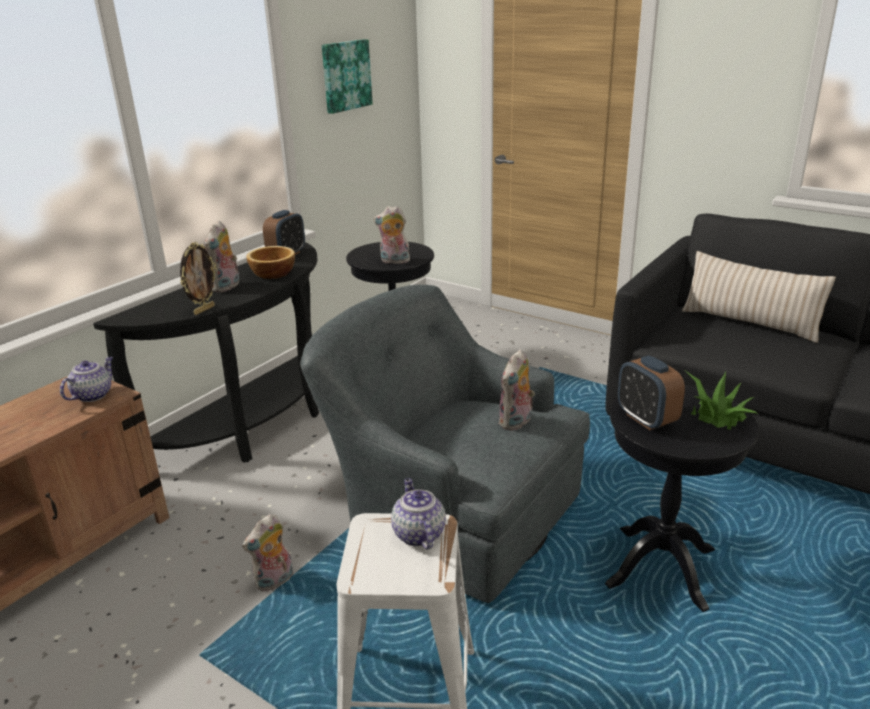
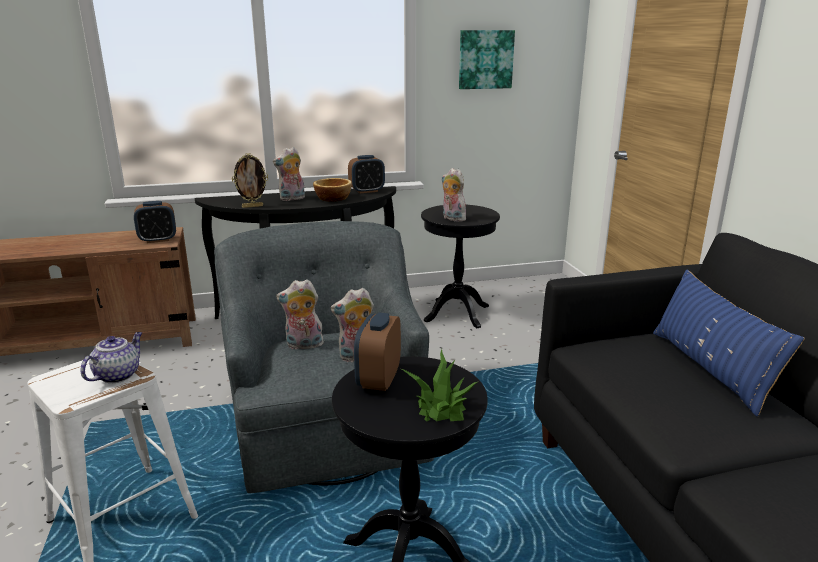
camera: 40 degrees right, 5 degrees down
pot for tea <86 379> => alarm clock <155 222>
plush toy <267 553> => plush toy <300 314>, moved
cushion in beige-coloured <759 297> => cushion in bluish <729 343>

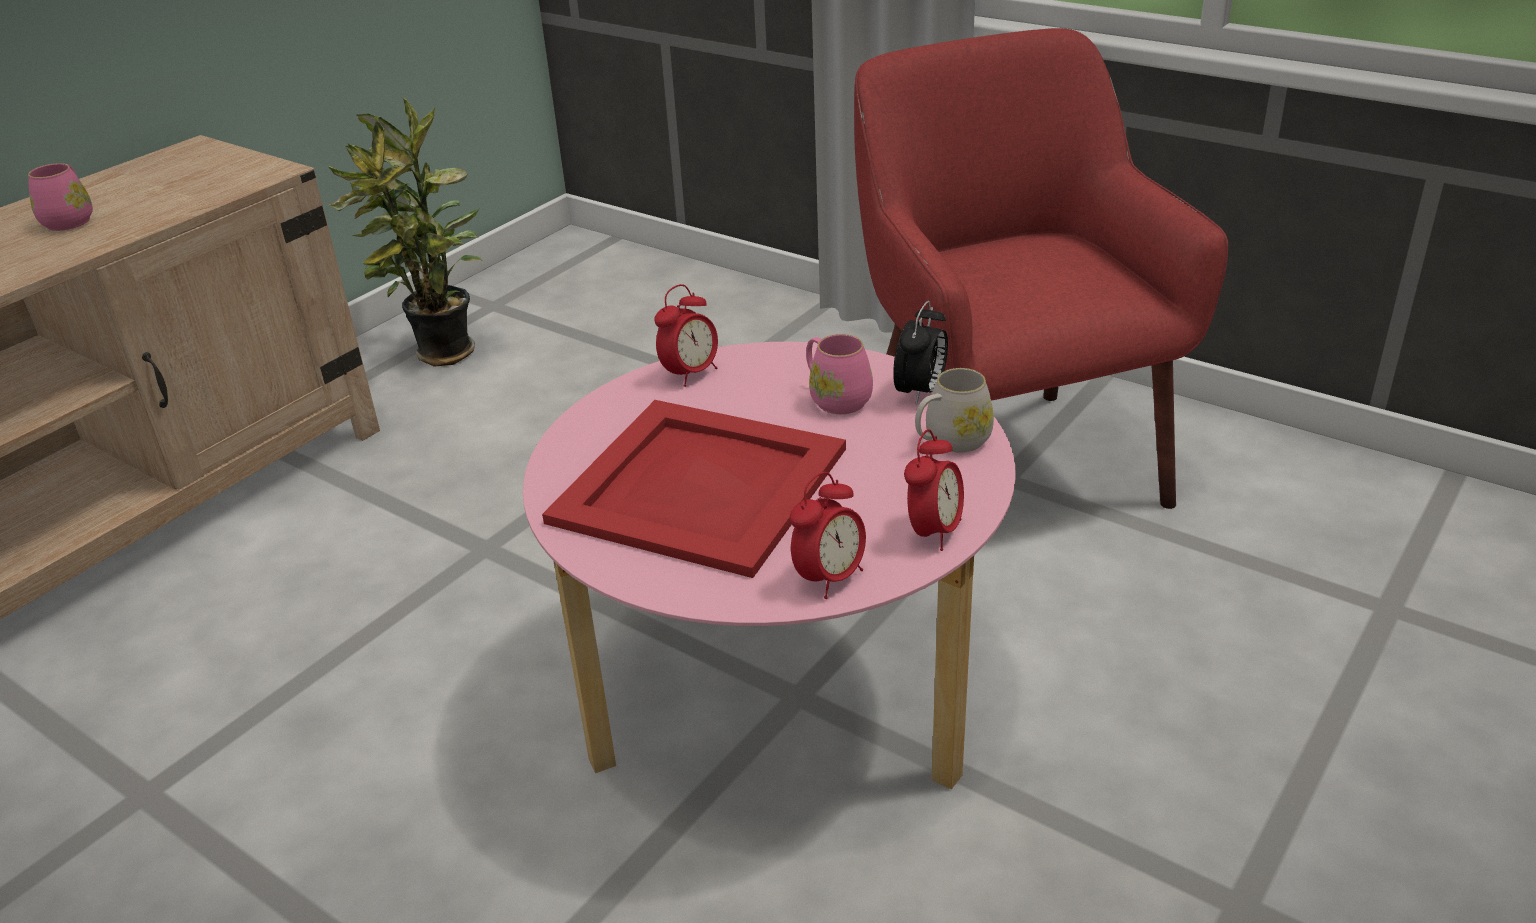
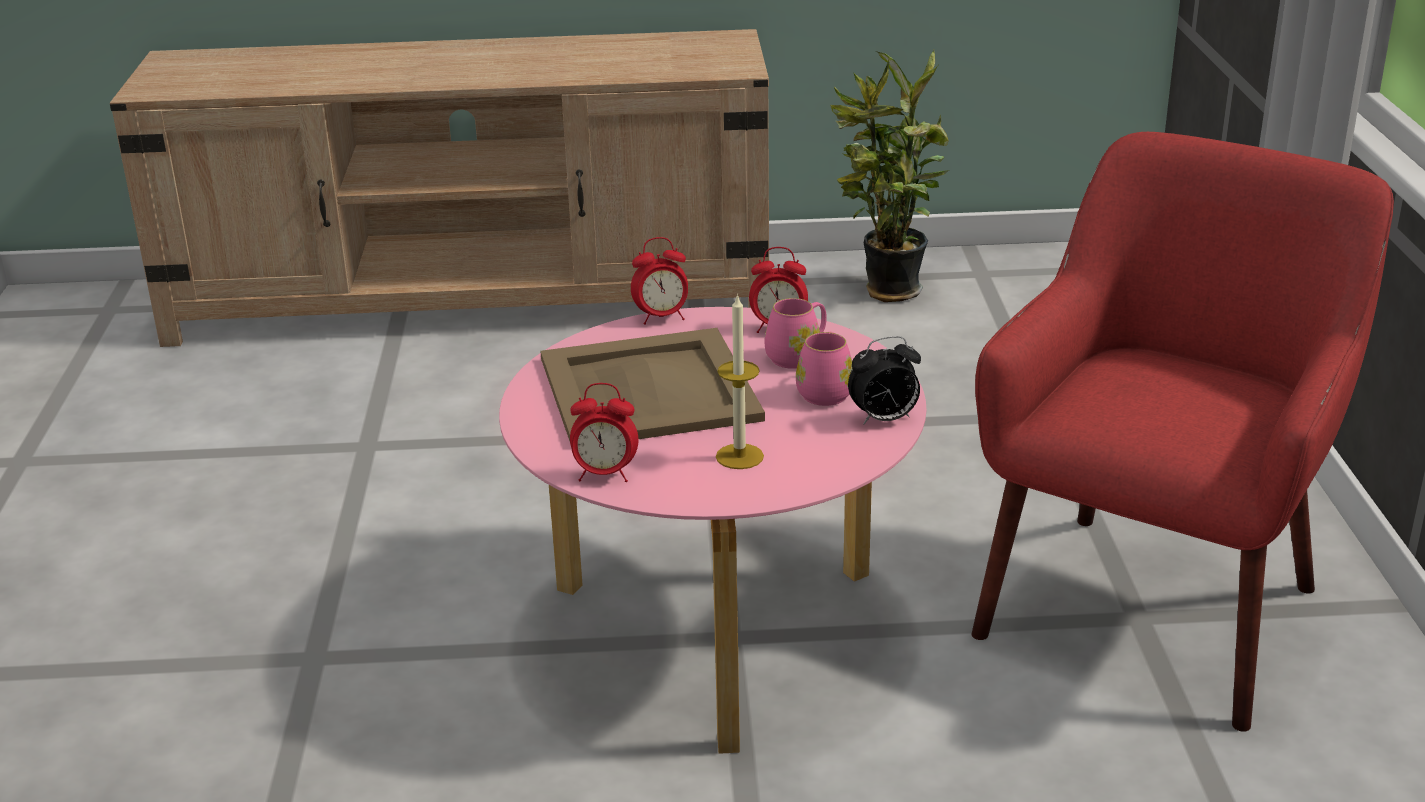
camera: 50 degrees right, 5 degrees down
tray in red-coloured <694 489> => tray in beige-coloured <652 384>
alarm clock <934 490> => alarm clock <659 280>, moved
nothing => wax candle <740 381>
tea mug in pink-coloured <60 197> => tea mug in pink-coloured <795 333>, moved
tea mug in white <954 410> => nothing

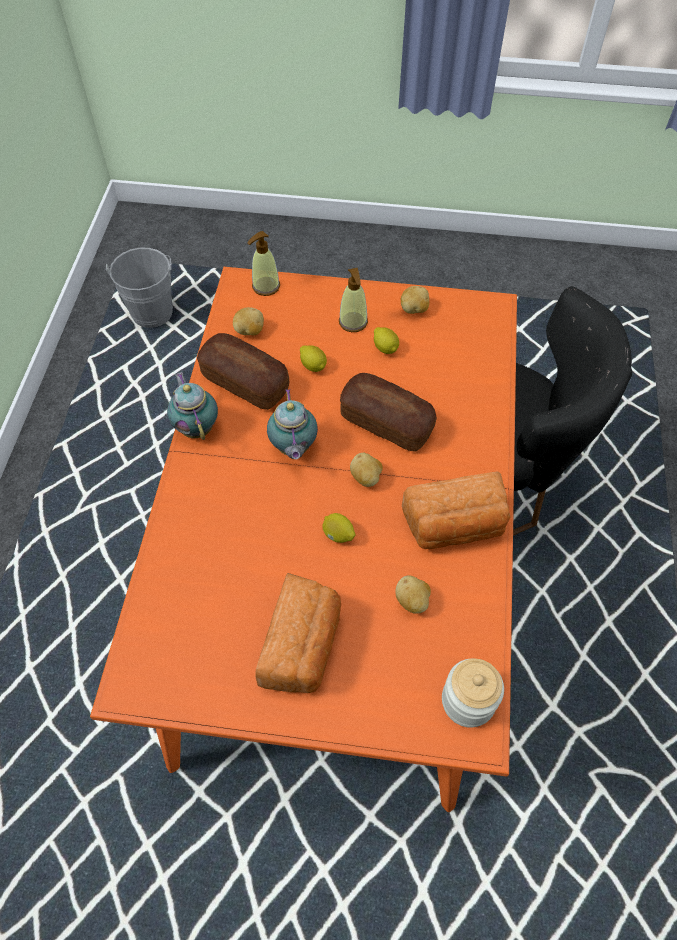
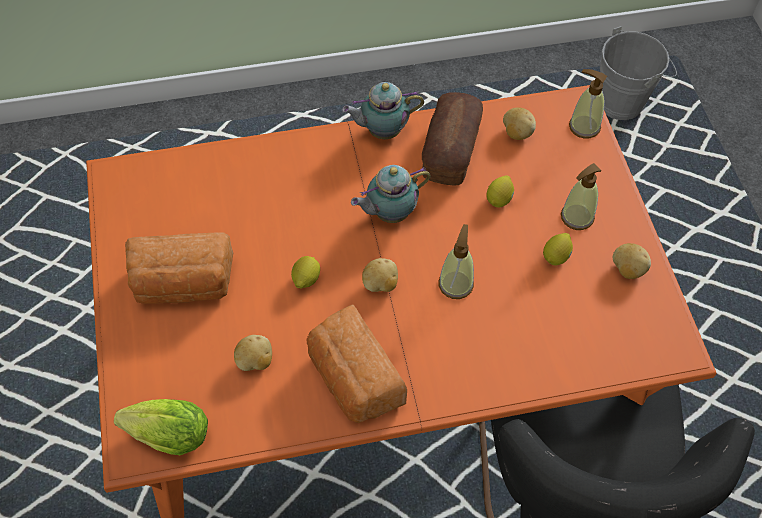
camera: 70 degrees right, 0 degrees up
preserve jar <473 693> => lettuce head <161 427>
pot for tea <192 406> => pot for tea <383 110>, 150 degrees counterclockwise
bread <388 412> => soap bottle <456 261>

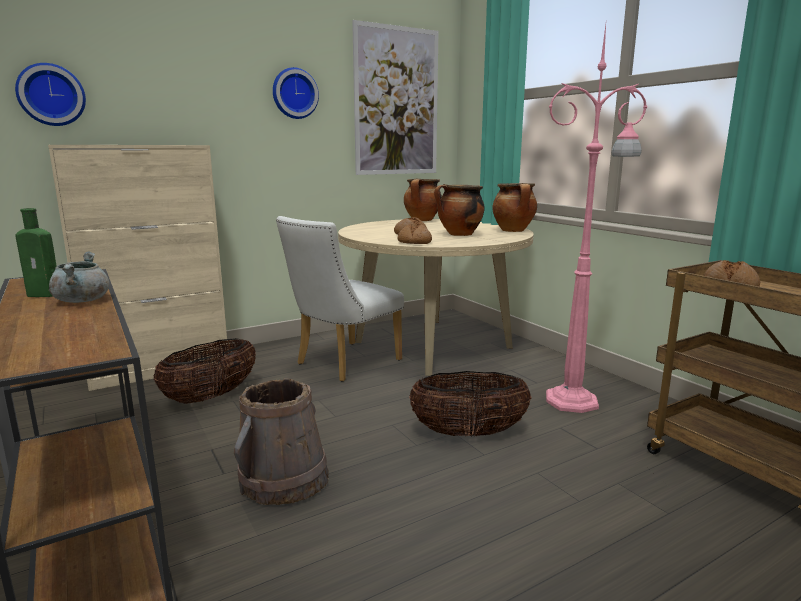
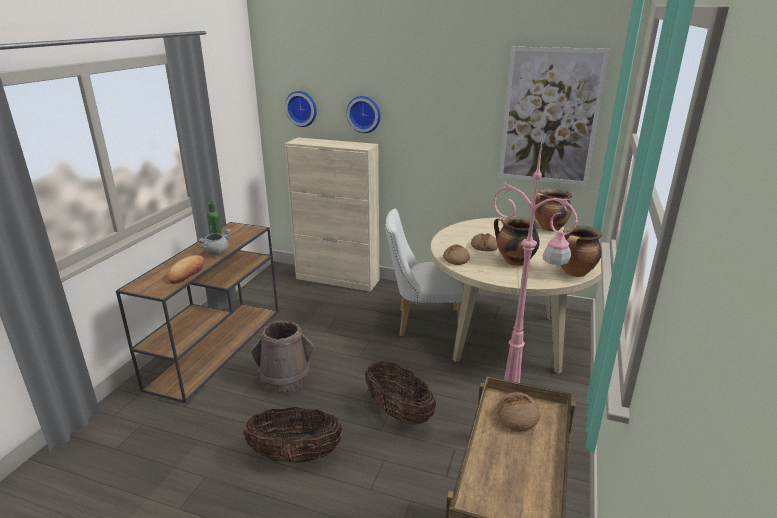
camera: 50 degrees right, 10 degrees up
nothing => bread <186 269>
household basket <205 371> => household basket <293 435>, moved
clock on the wall <296 93> => clock on the wall <364 114>, moved

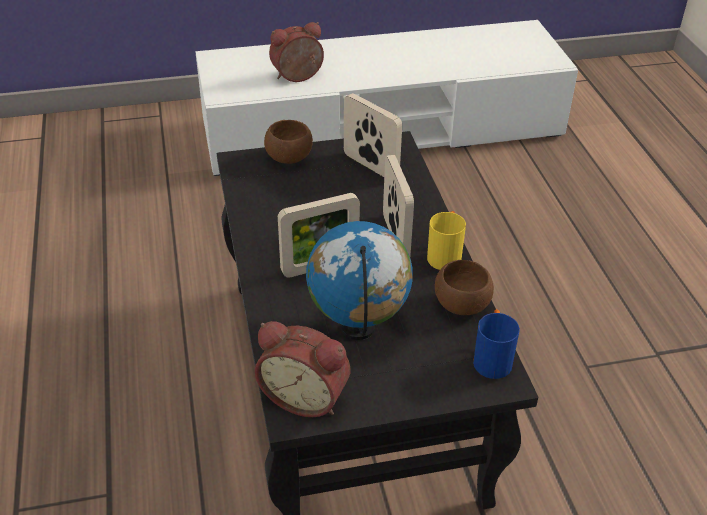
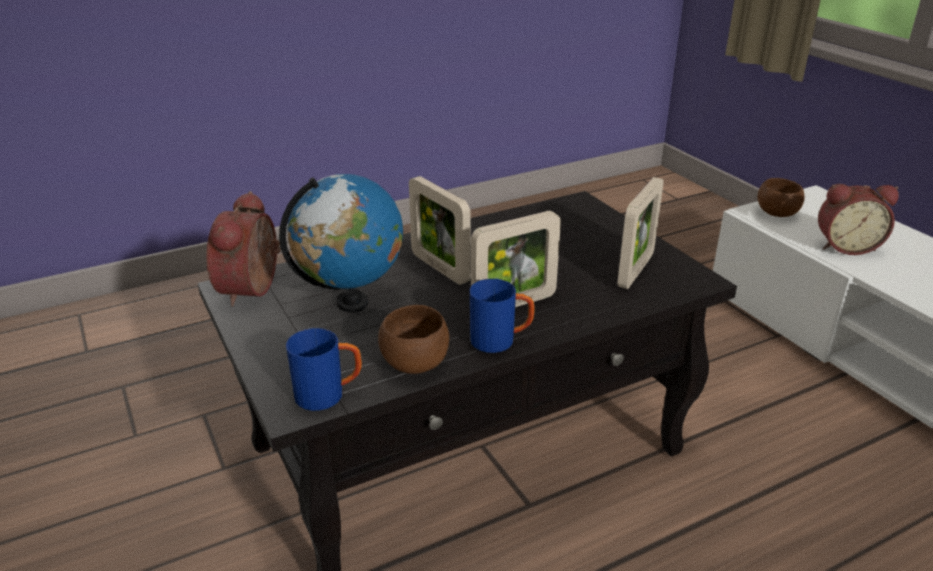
camera: 75 degrees right, 10 degrees down
tea mug in yellow <446 240> => tea mug in bluish <502 316>
bowl in brown <288 142> => bowl in brown <781 197>, moved
alarm clock <296 52> => alarm clock <858 219>, 135 degrees clockwise

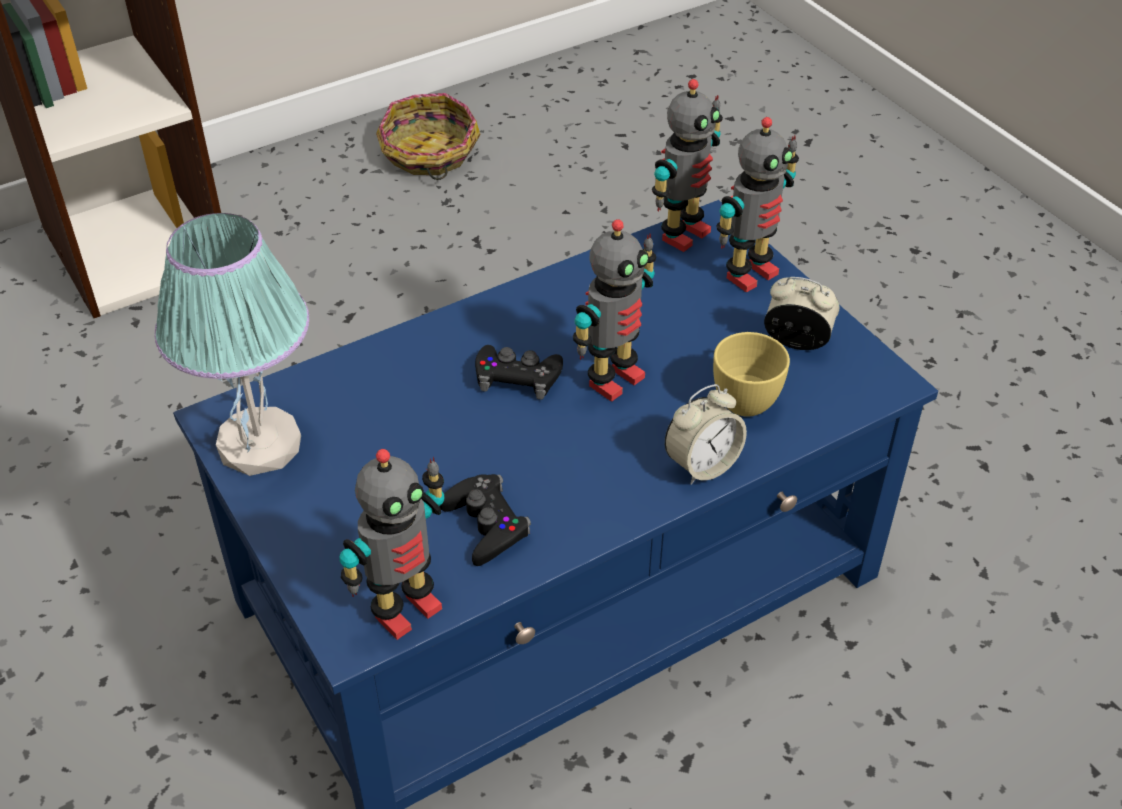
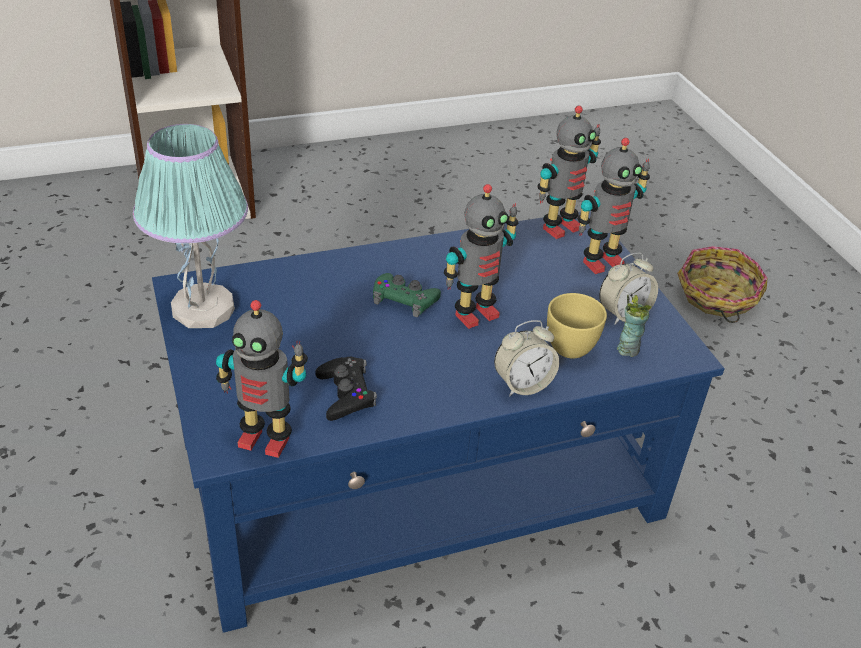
camera: 10 degrees right, 5 degrees down
toy robot <392 544> => toy robot <262 379>, 45 degrees clockwise
gamepad in black-coloured <519 372> => gamepad in greenish <407 295>
alarm clock <801 313> => alarm clock <628 289>, 120 degrees clockwise
nothing => small cup <634 326>
household basket <428 136> => household basket <722 284>, moved

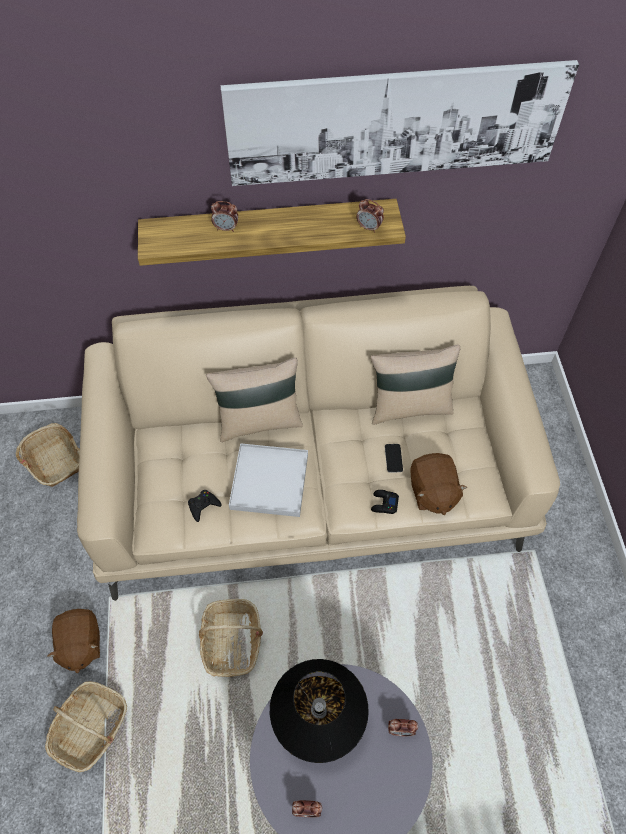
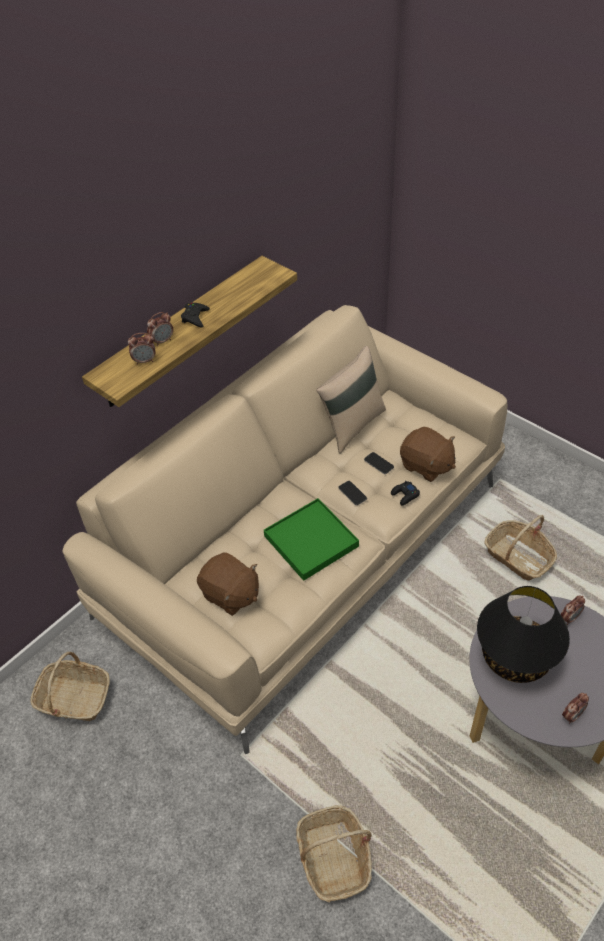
camera: 40 degrees left, 10 degrees down
alarm clock <370 216> => alarm clock <141 349>, moved
gamepad in black-coloured <204 506> => gamepad in black-coloured <195 315>, moved
plush toy in brown <73 641> => plush toy in brown <228 584>, moved
tray in white <268 480> => tray in greenish <311 539>
nothing => handset <352 493>
household basket <231 638> => household basket <520 548>, moved
cushion in beige-coloured <254 399> => nothing
picture <400 123> => nothing

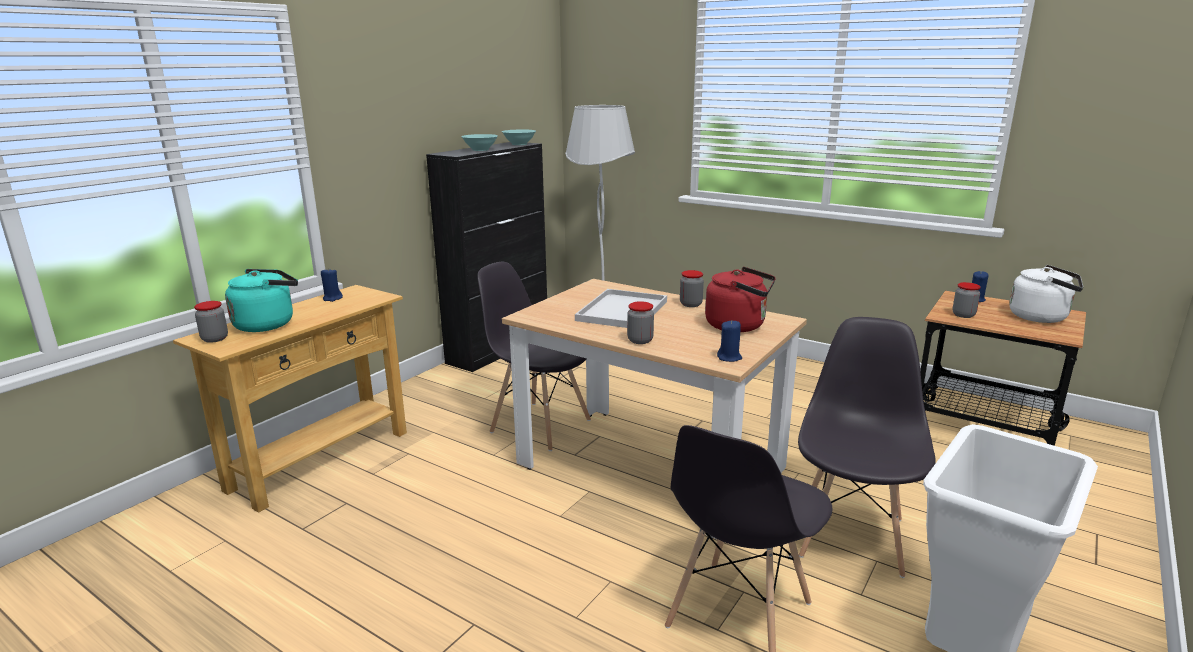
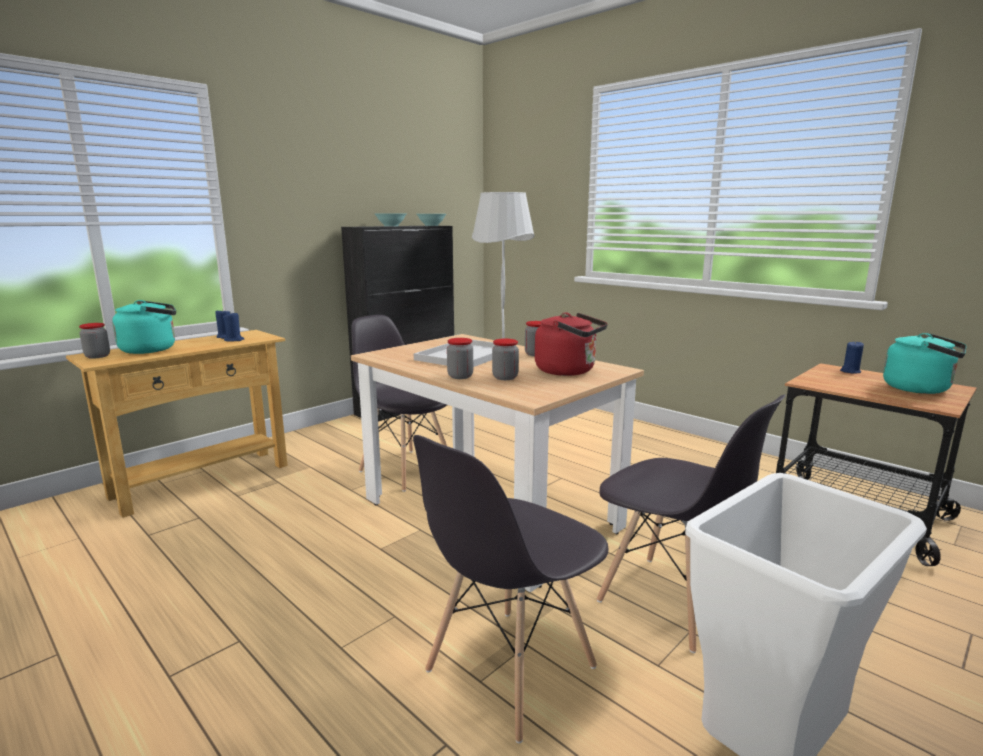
camera: 10 degrees right, 5 degrees down
wax candle in bluish <729 341> => wax candle in bluish <233 327>, moved
preserve jar <966 300> => preserve jar <505 359>, moved
chair in gray <866 447> => chair in gray <691 523>, 105 degrees clockwise
tea kettle in white <1046 294> => tea kettle in turquoise-coloured <925 363>

